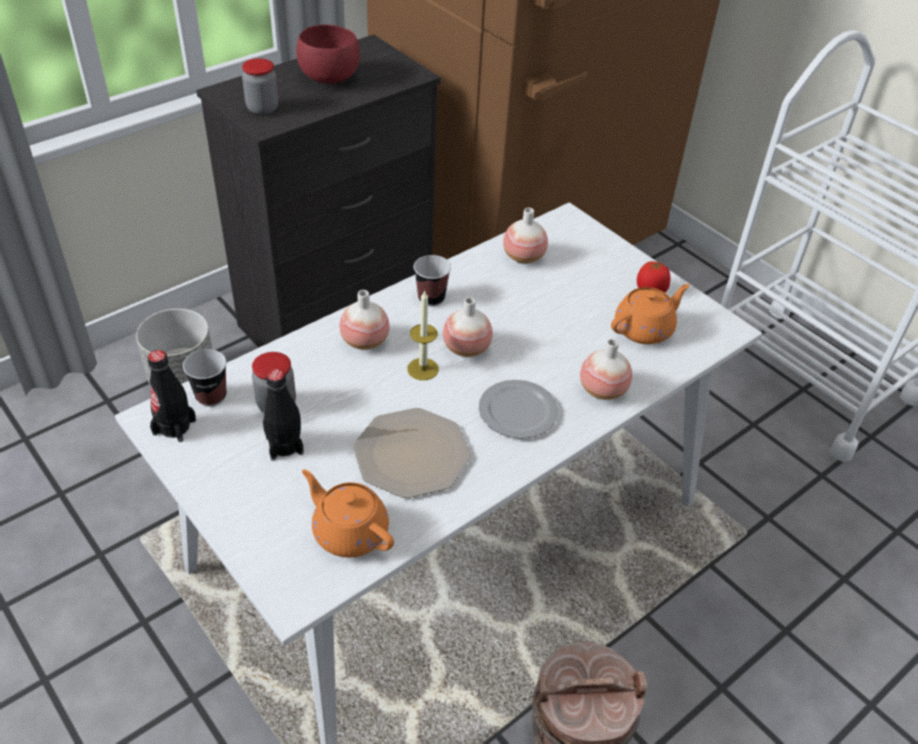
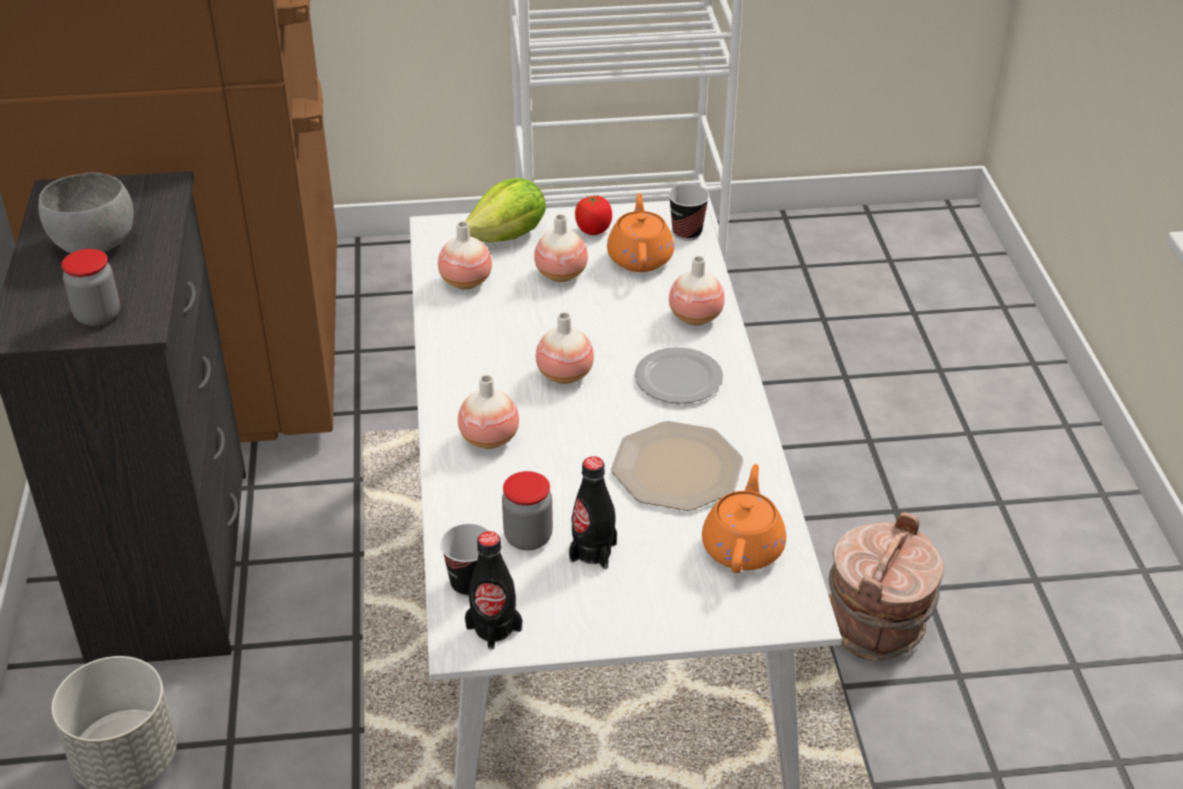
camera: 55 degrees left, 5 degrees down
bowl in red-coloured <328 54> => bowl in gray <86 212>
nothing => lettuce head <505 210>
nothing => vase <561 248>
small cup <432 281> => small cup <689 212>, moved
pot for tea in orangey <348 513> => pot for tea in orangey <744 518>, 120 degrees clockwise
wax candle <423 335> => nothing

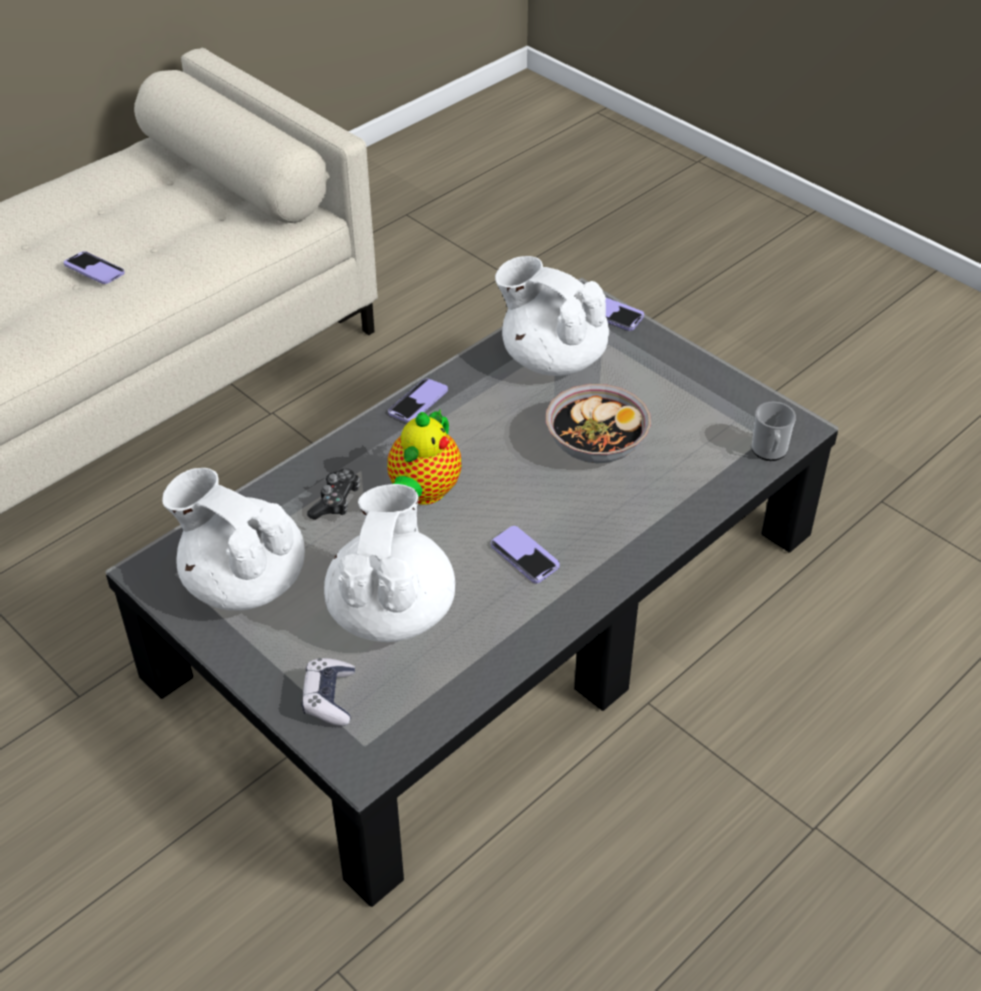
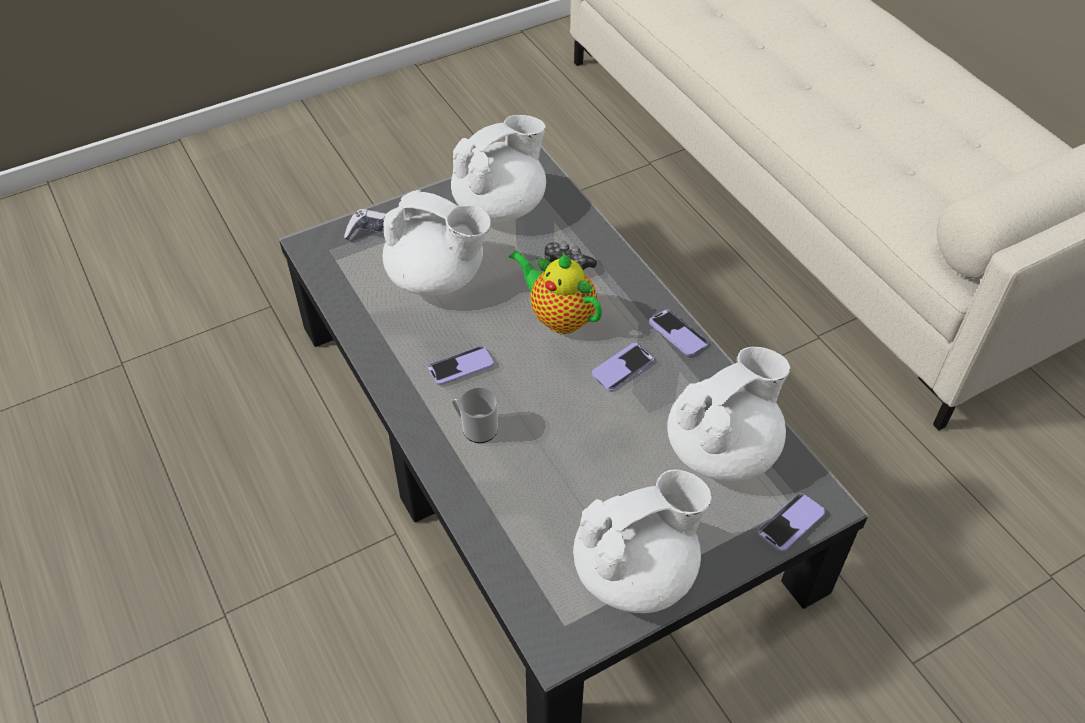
camera: 105 degrees right, 5 degrees up
tea mug <773 431> => tea mug <474 414>, moved
nothing => pot for tea in white <642 541>
handset <94 267> => handset <623 367>, moved
bowl <598 424> => nothing

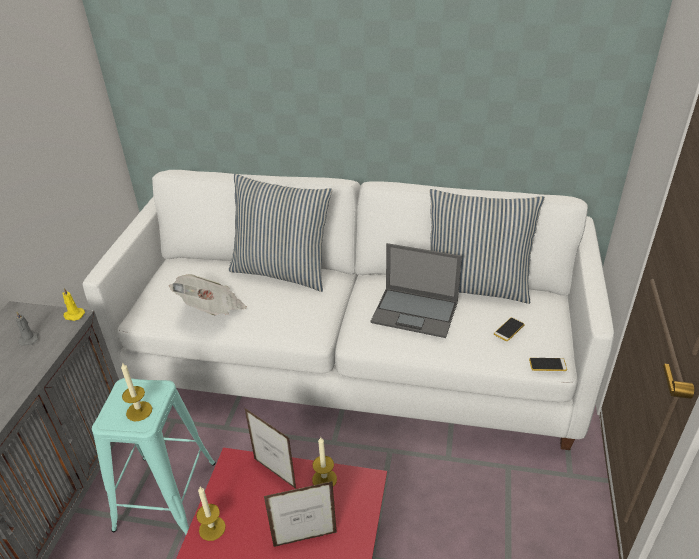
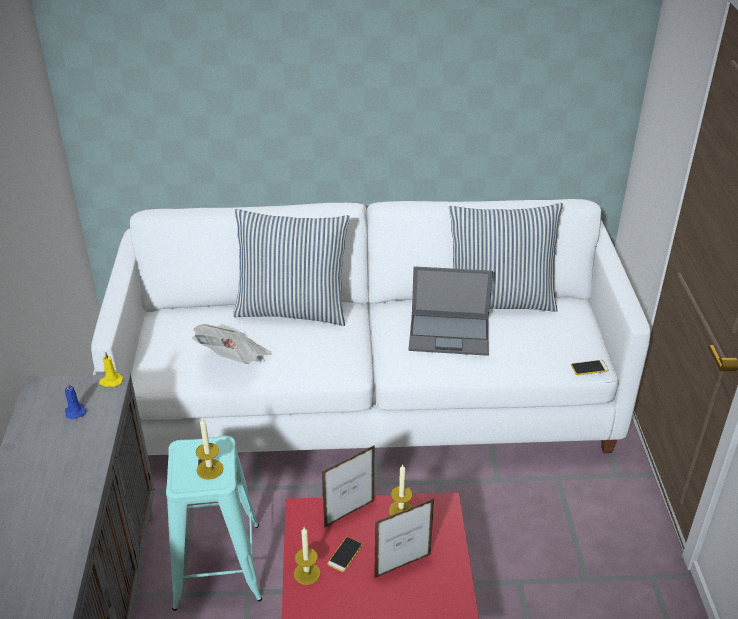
camera: 15 degrees left, 0 degrees up
wax candle in gray <27 328> => wax candle in bluish <76 400>
picture frame <270 448> => picture frame <348 486>, 60 degrees counterclockwise
handset <509 329> => handset <345 554>, moved

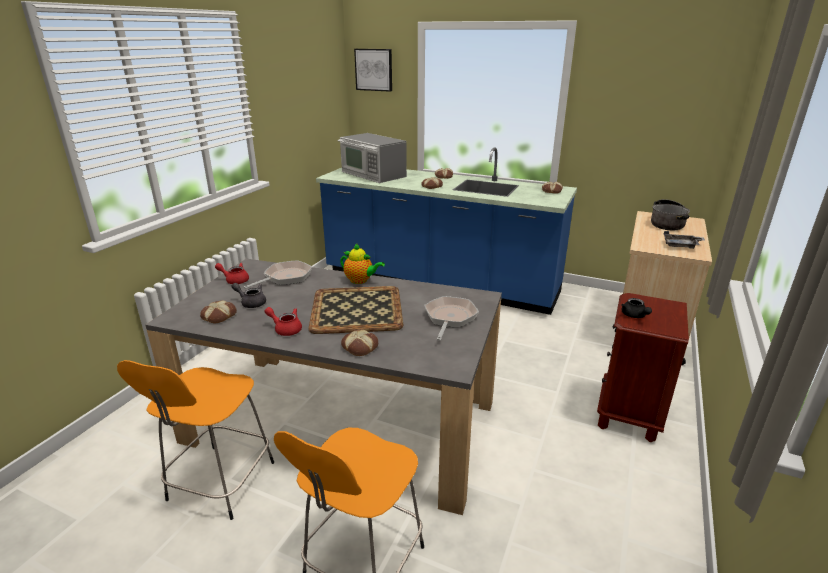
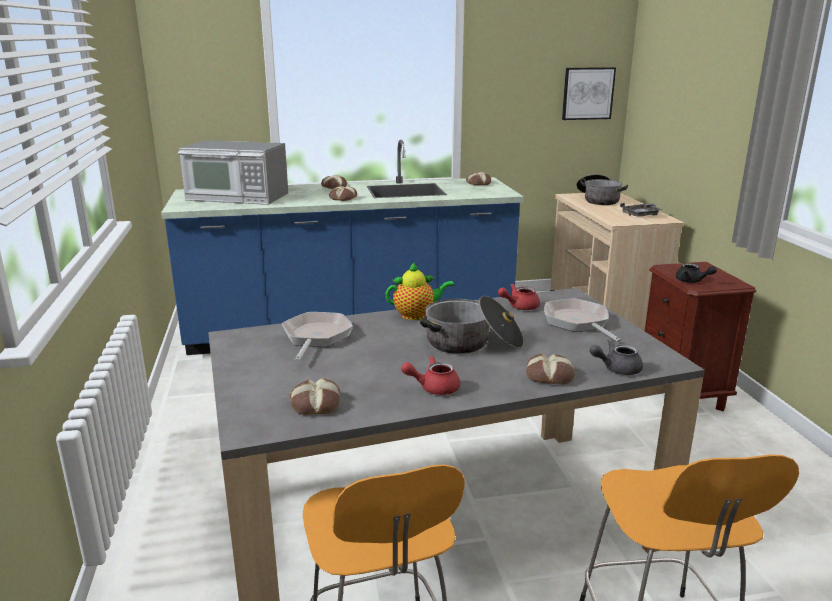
camera: 35 degrees left, 5 degrees down
tray <355 310> => saucepot <472 325>
pot for tea in red-coloured <232 273> => pot for tea in red-coloured <519 297>, moved
picture <373 70> => picture <589 93>, moved
pot for tea in gray <248 295> => pot for tea in gray <616 357>, moved

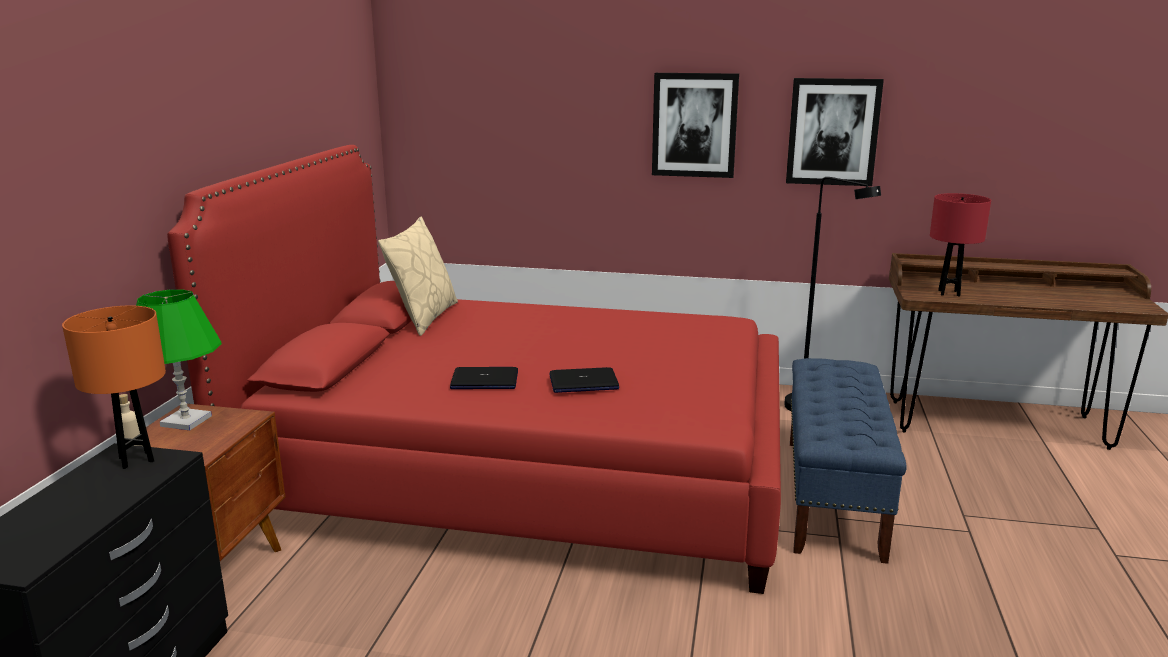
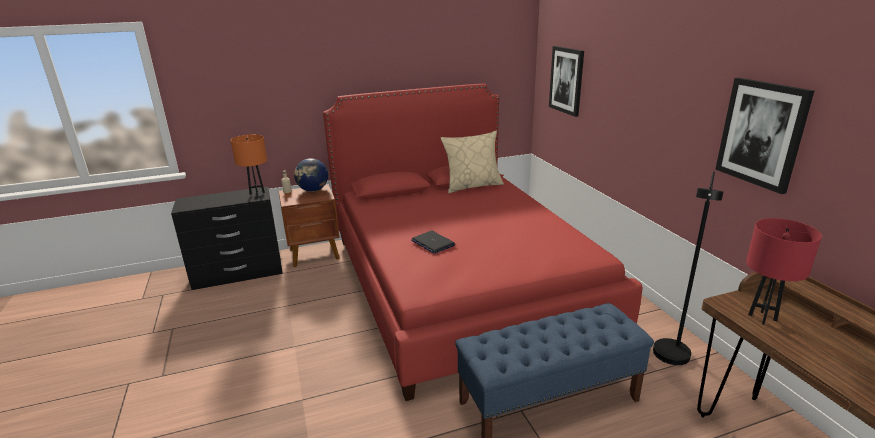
camera: 60 degrees right, 5 degrees up
tabletop lamp in greenish <179 359> => globe <311 175>
picture <695 125> => picture <566 81>, moved
portable computer <484 378> => nothing

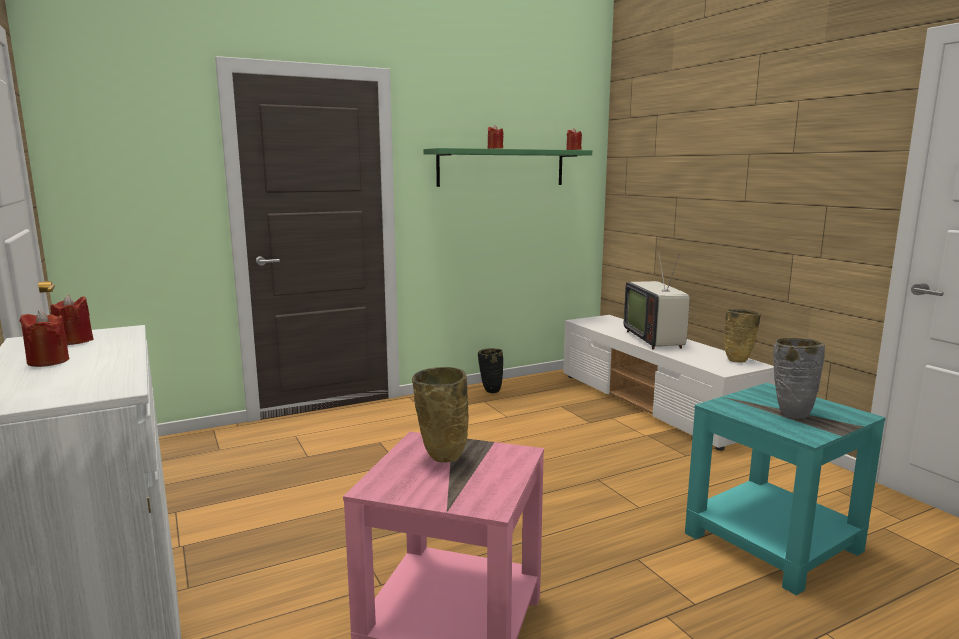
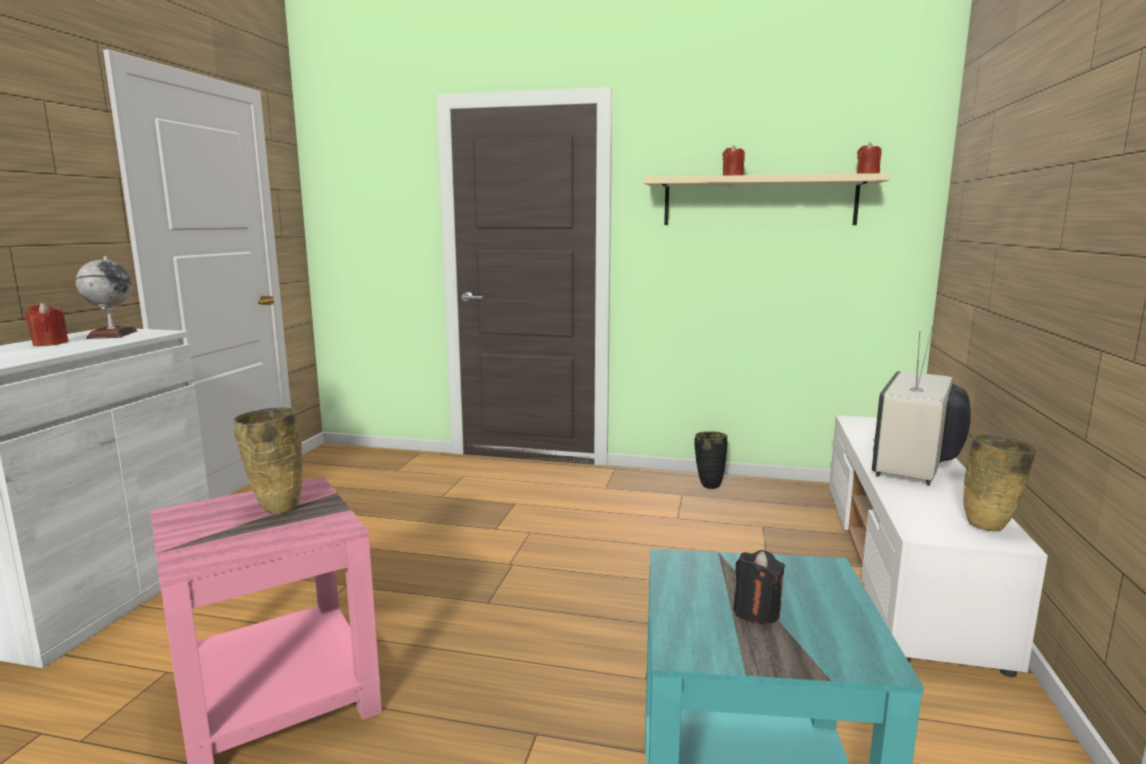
camera: 40 degrees right, 0 degrees up
wax candle in red-coloured <71 320> => globe <106 297>
bracket shelf in greenish <507 167> => bracket shelf in beige-coloured <766 199>
vase in gray <799 378> => wax candle in black-coloured <759 587>

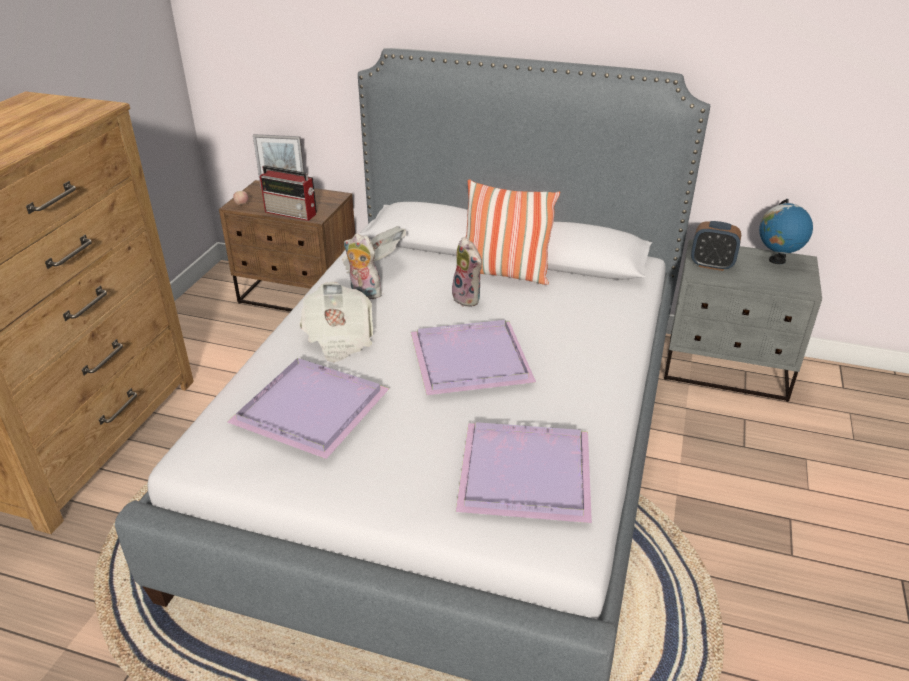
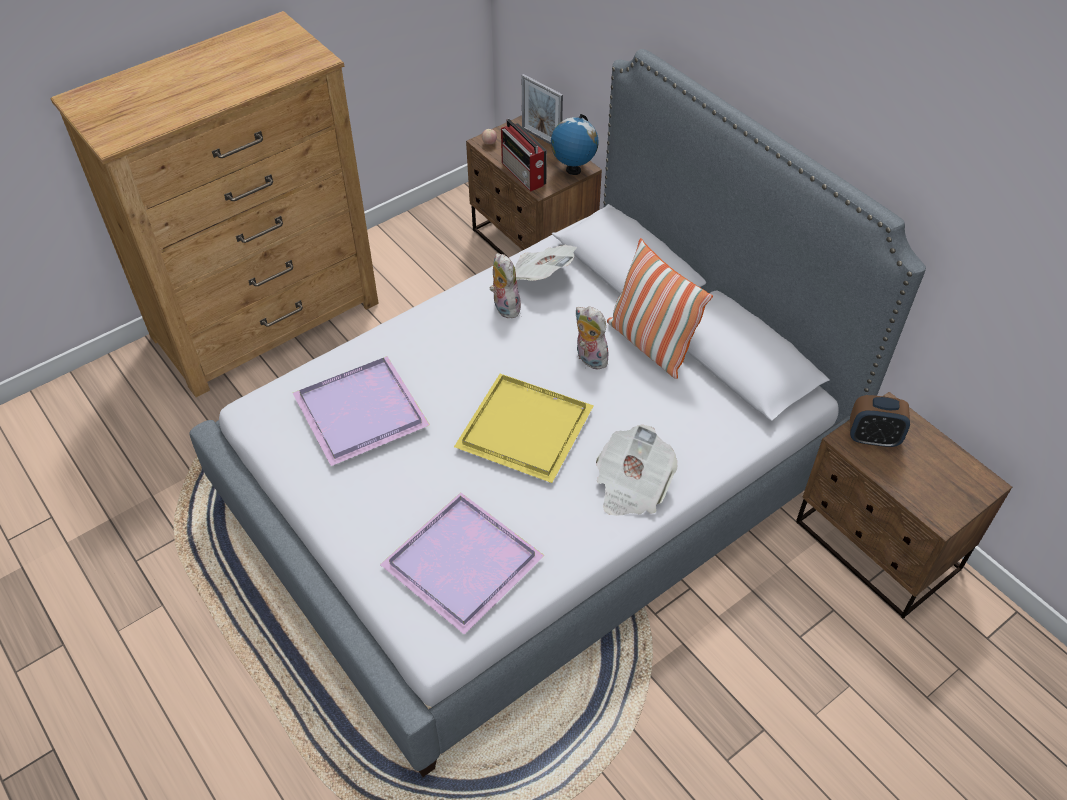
camera: 35 degrees right, 15 degrees up
tray in purple <473 357> => tray in yellow <524 428>
globe <786 231> => globe <574 144>, moved
plush toy <467 272> => plush toy <592 338>, 135 degrees clockwise
printed paper <336 322> => printed paper <637 470>, moved
nightstand in gray <743 320> => nightstand in brown <904 505>
alarm clock <716 246> => alarm clock <880 421>, 45 degrees counterclockwise

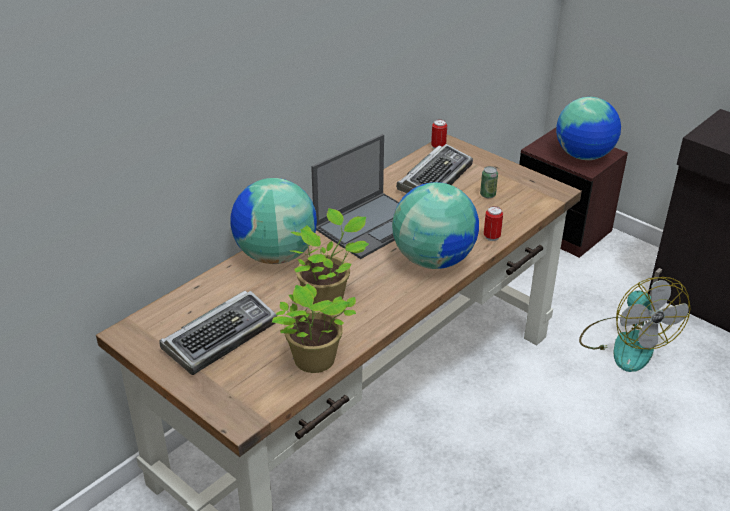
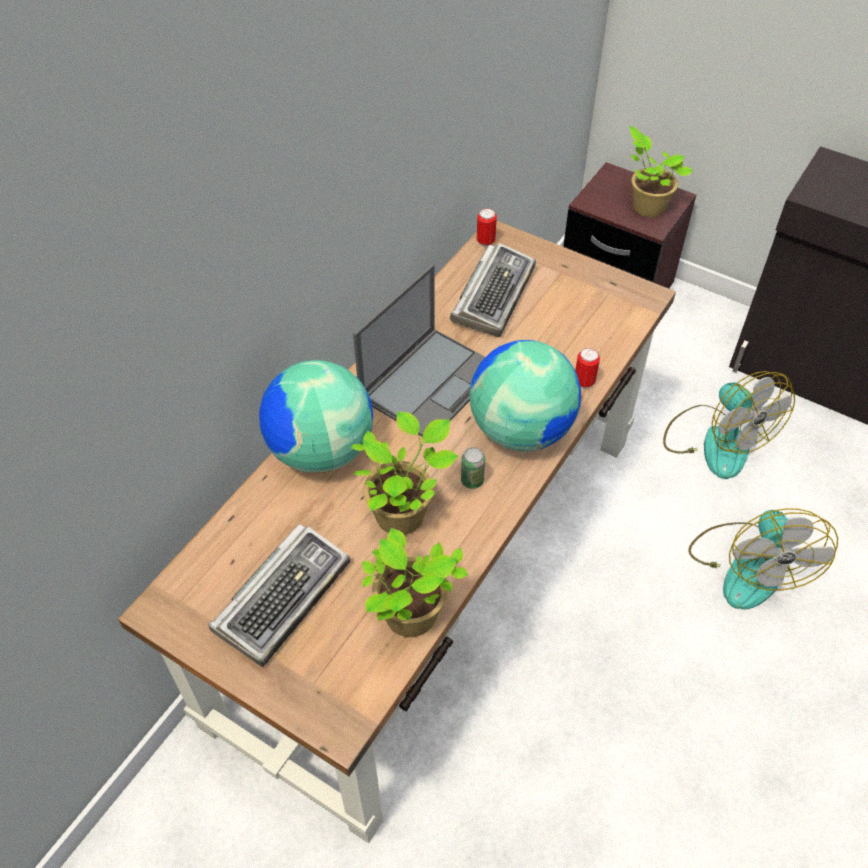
camera: 10 degrees left, 15 degrees up
can <489 182> => can <473 468>, moved
globe <588 128> => houseplant <661 171>
nothing => fan <763 559>

